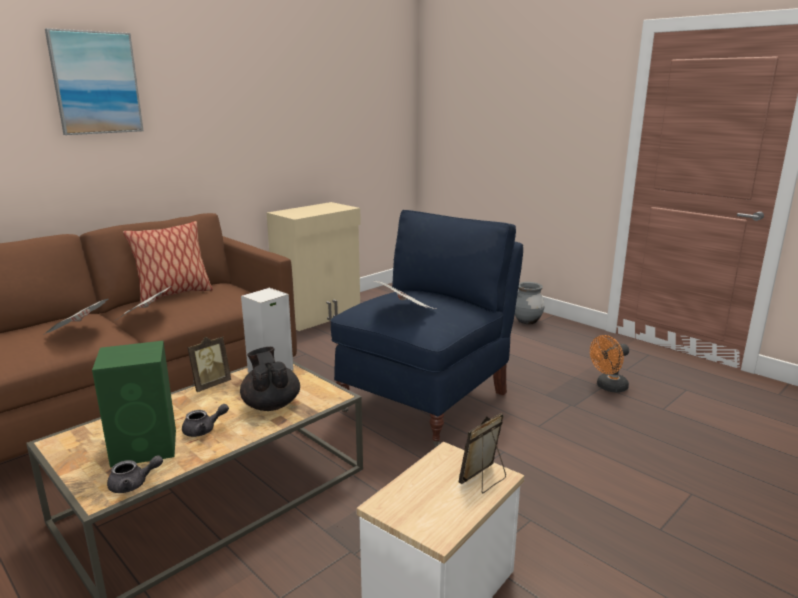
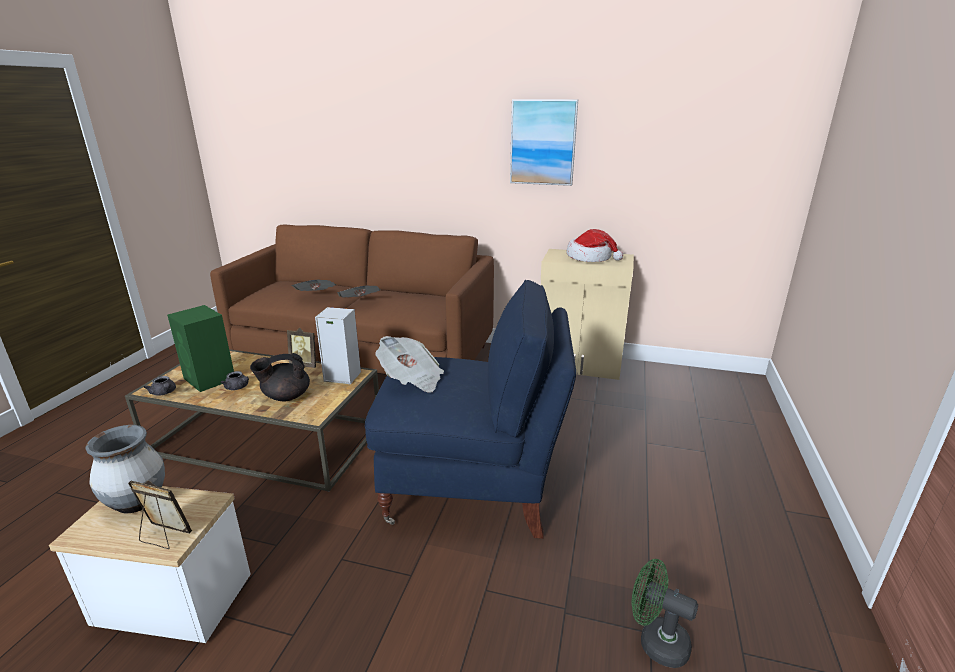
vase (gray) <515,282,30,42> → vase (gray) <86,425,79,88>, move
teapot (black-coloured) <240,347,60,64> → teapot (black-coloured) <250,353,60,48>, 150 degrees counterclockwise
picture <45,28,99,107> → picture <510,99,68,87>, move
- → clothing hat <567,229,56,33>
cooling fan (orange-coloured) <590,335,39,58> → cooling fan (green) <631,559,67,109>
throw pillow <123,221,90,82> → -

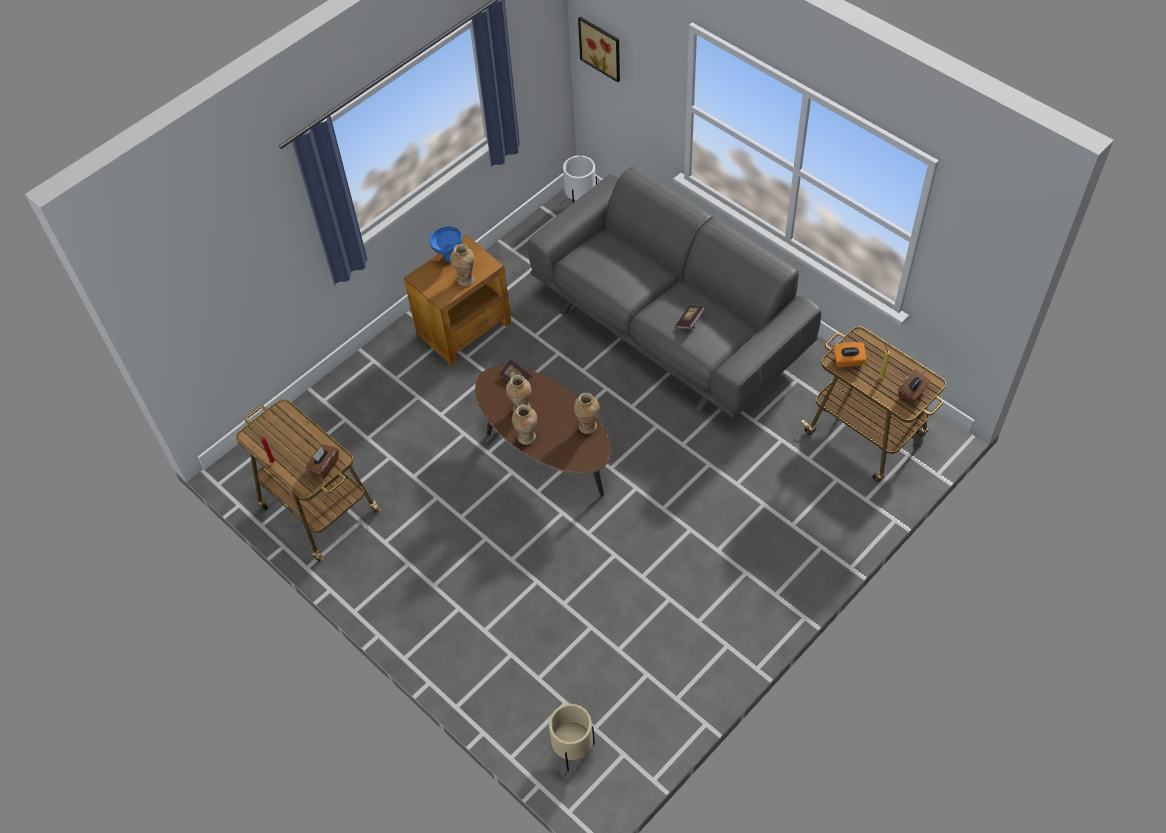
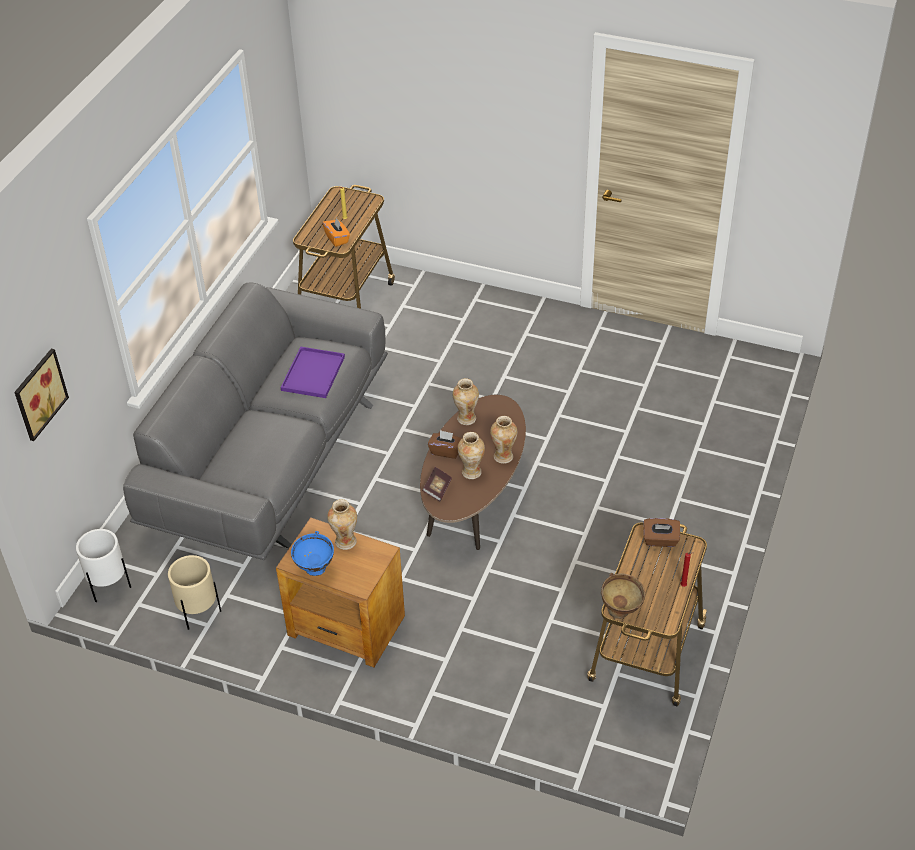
flower pot (beige) <549,704,46,67> → flower pot (beige) <168,555,53,75>, move
book <675,305,30,24> → serving tray (purplish) <281,347,64,51>
box of tissues (brown-coloured) <898,369,32,35> → box of tissues (brown-coloured) <428,430,34,29>, move
- → deep dish (brown-coloured) <601,573,44,46>

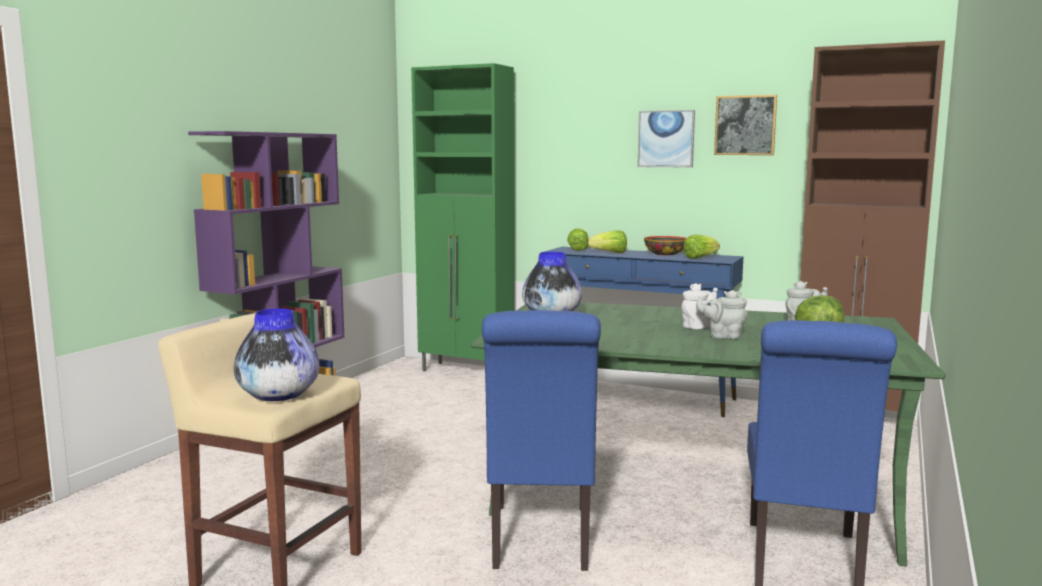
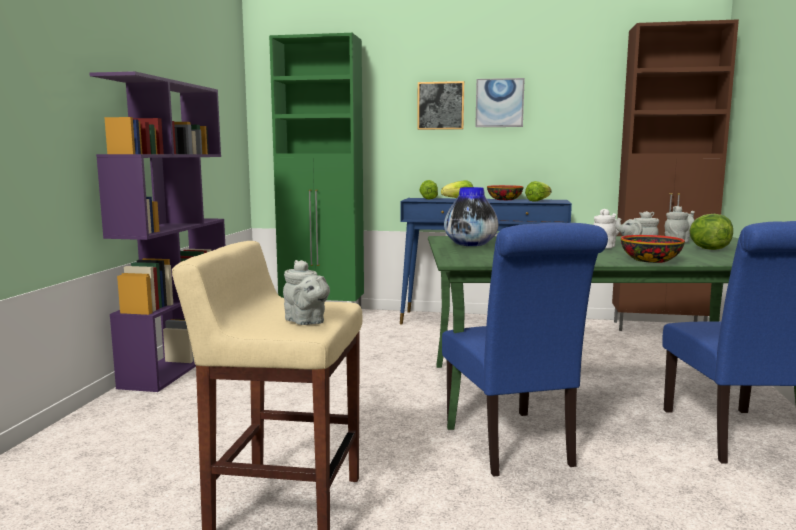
vase <234,308,86,93> → teapot (gray) <283,260,47,65>
picture <714,95,63,60> → picture <417,81,47,49>, move
- → deep dish <621,235,64,28>

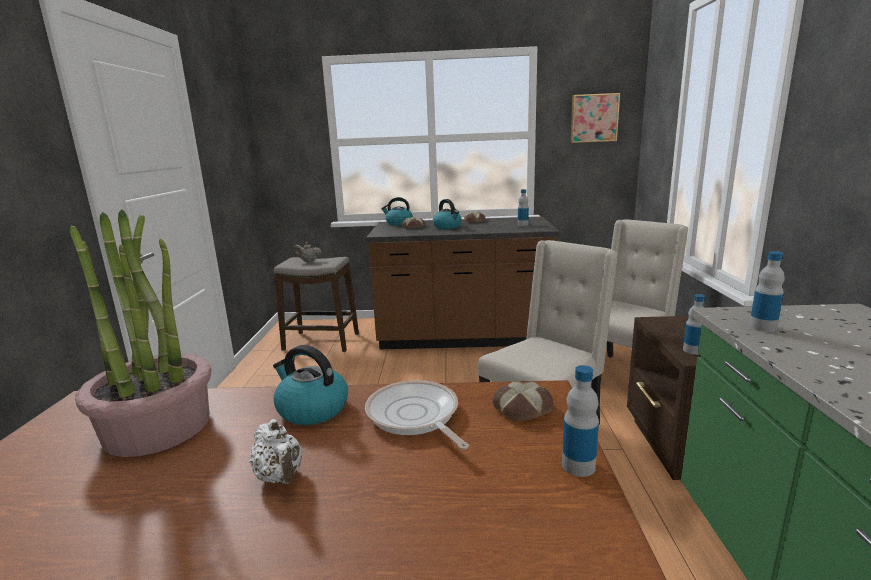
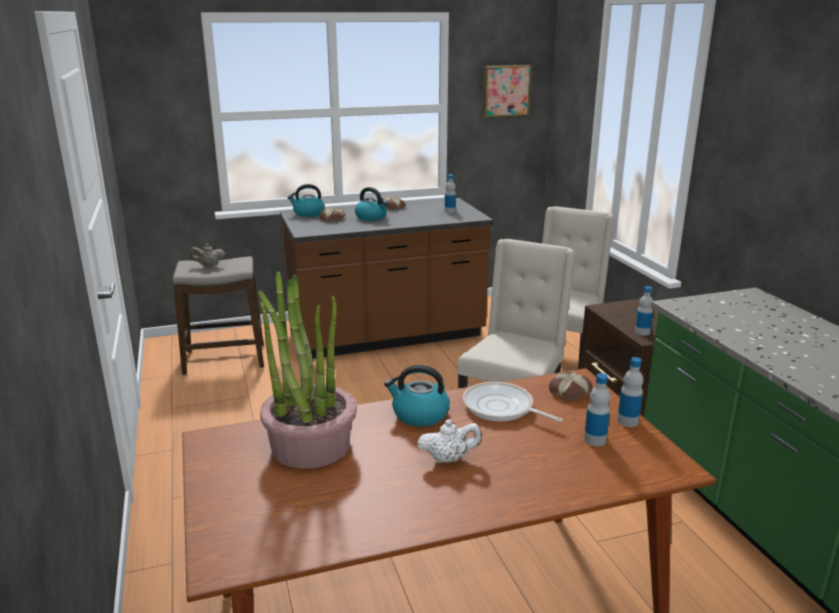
teapot (white-coloured) <249,419,54,65> → teapot (white-coloured) <417,419,65,44>, 45 degrees counterclockwise
beverage bottle <749,251,36,81> → beverage bottle <584,373,26,73>, move

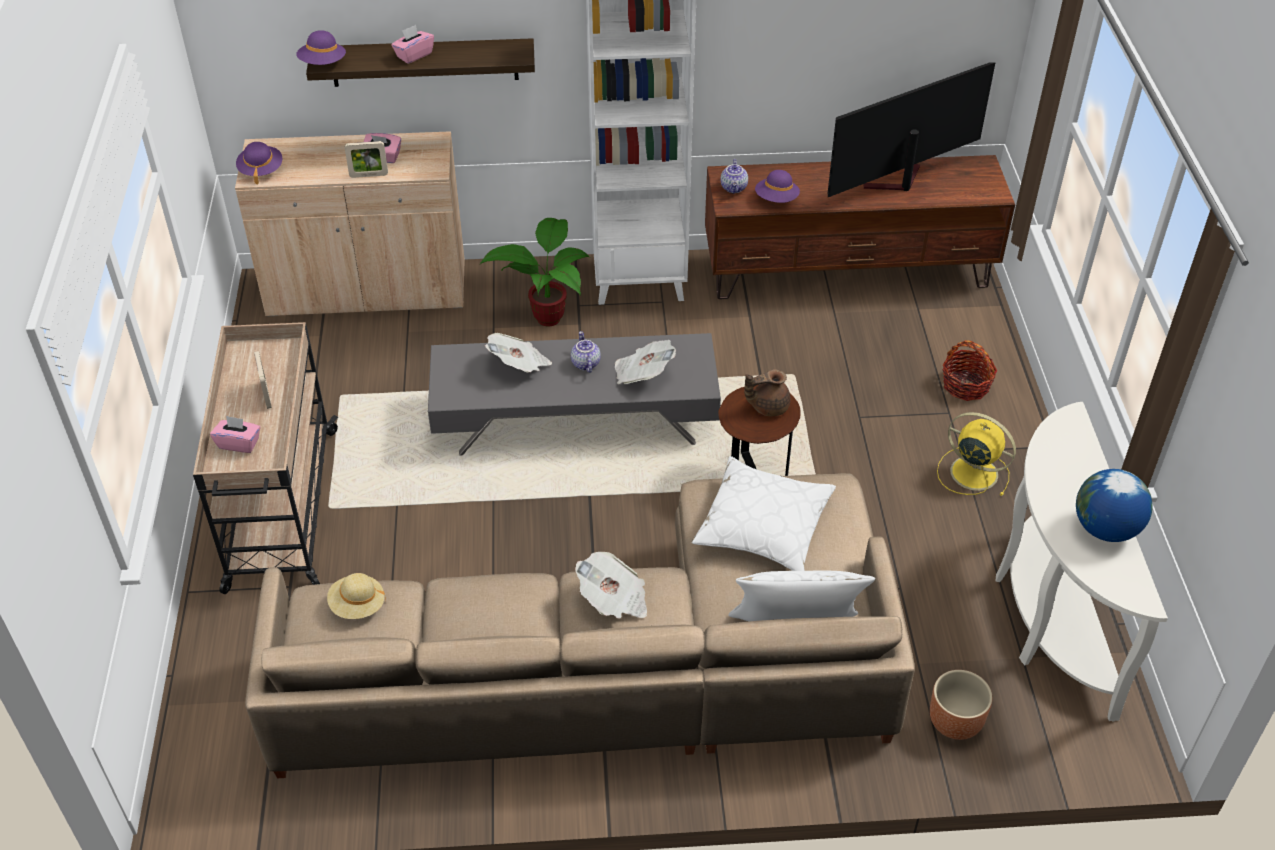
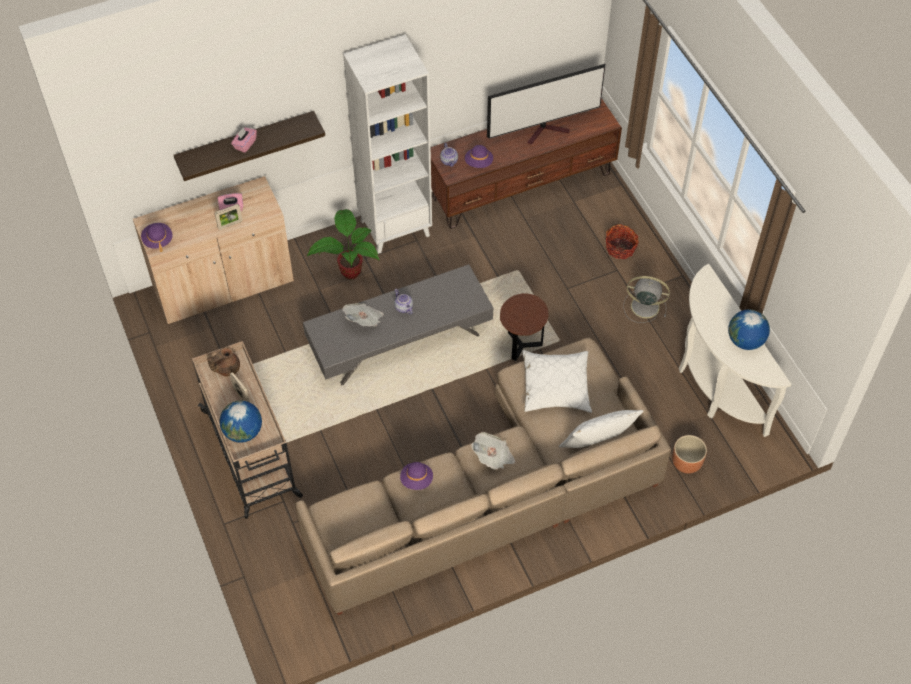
teapot (brown-coloured) <744,369,47,47> → teapot (brown-coloured) <207,347,33,29>, move
box of tissues (pink-coloured) <210,416,50,37> → globe <220,401,42,42>
clothing hat (purplish) <296,30,50,35> → clothing hat (purplish) <400,462,33,28>, move
television <828,62,167,135> → television <487,64,119,81>, 150 degrees counterclockwise
cooling fan (yellow) <937,412,79,84> → cooling fan (gray) <623,276,47,47>
clothing hat (beige) <327,573,59,46> → -
daily paper <615,340,61,44> → -

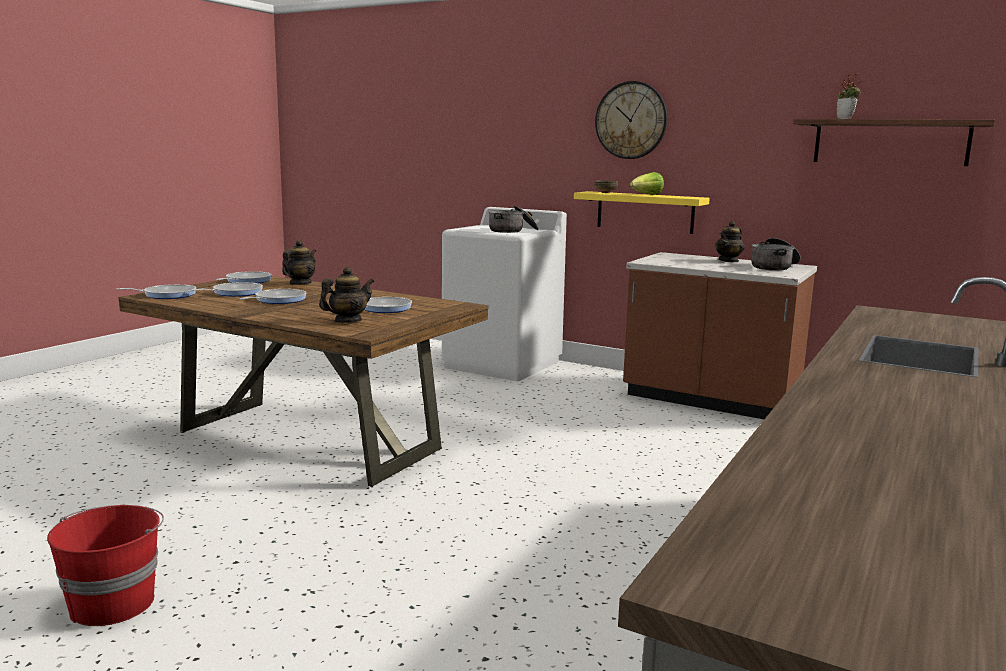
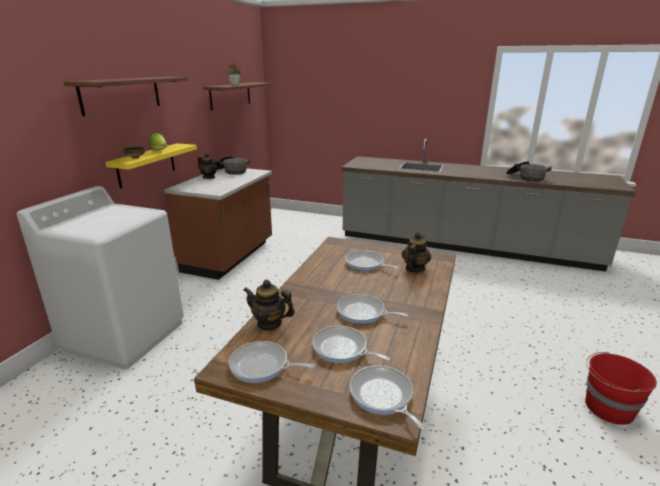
clock on the wall <595,81,73,78> → shelf <63,77,125,39>
teapot <319,267,55,56> → teapot <402,232,29,40>, 75 degrees clockwise
stockpot <488,205,51,28> → stockpot <506,161,46,21>, move

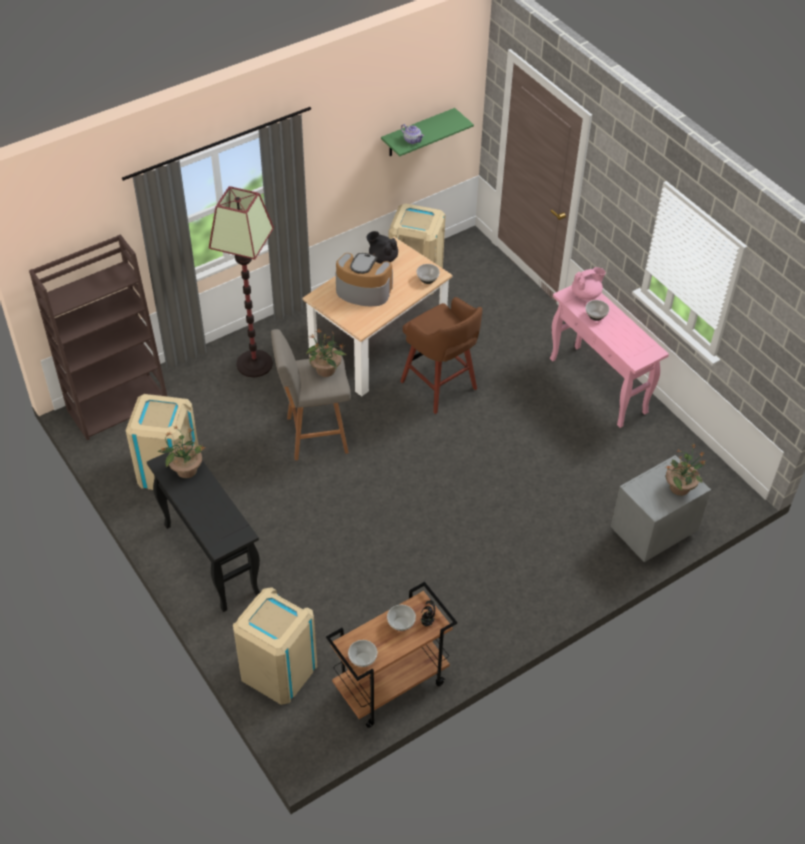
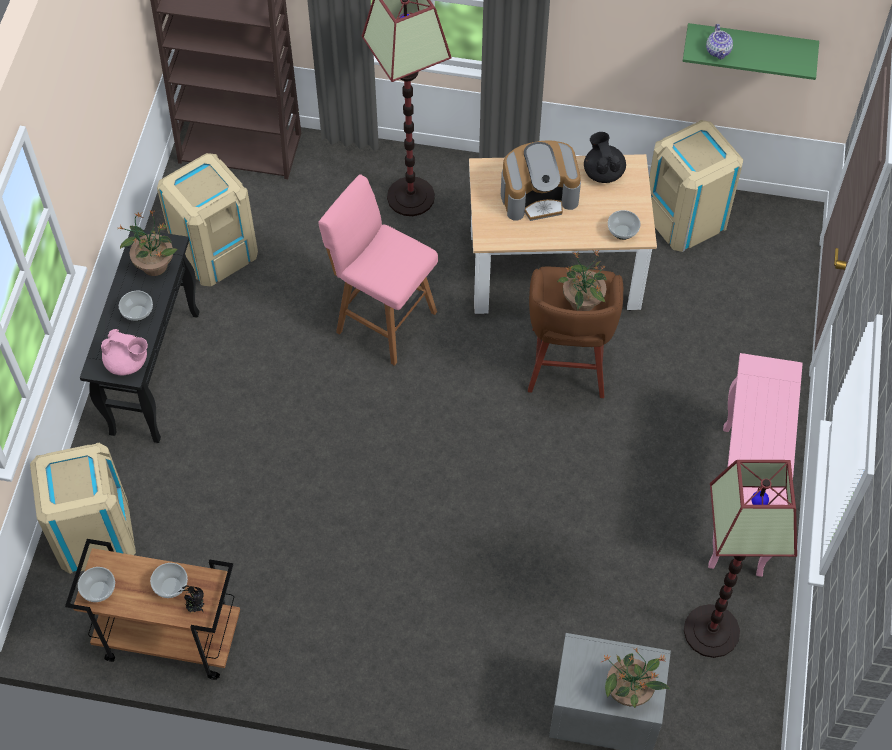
teapot (pink-coloured) <572,267,34,33> → teapot (pink-coloured) <101,329,47,46>, move
deep dish <586,300,23,21> → deep dish <119,291,34,30>, move
stool (gray) <271,329,80,132> → stool (pink-coloured) <318,174,120,192>
coffee brewer <336,253,57,53> → coffee brewer <501,140,80,81>, 105 degrees clockwise
plant in a pot <306,330,40,47> → plant in a pot <557,250,50,61>, move
- → standard lamp <684,460,113,198>

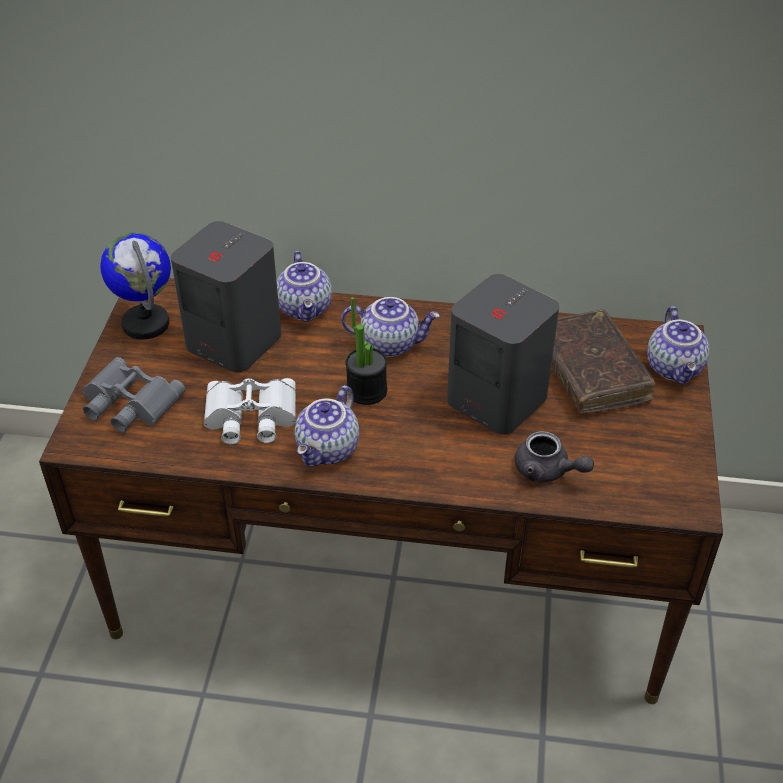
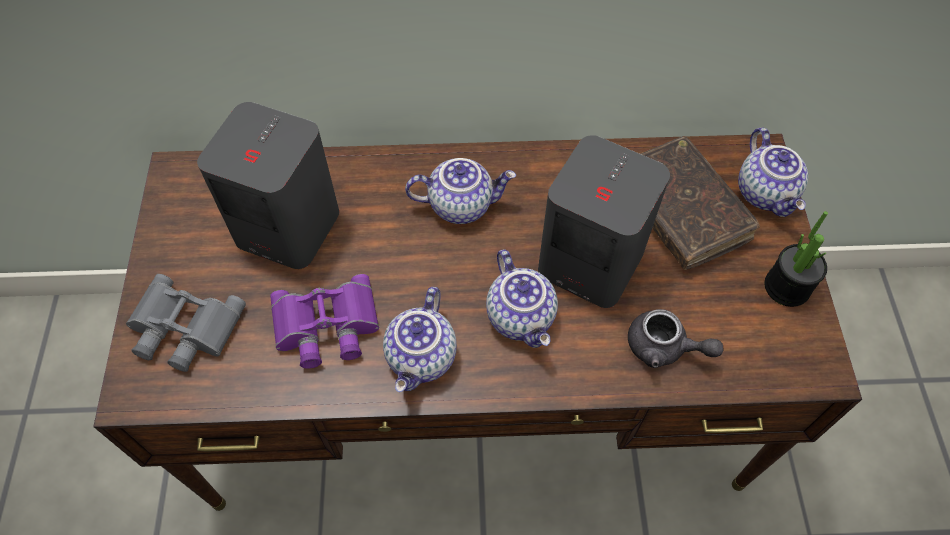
binoculars (white-coloured) <204,378,92,66> → binoculars (purplish) <270,274,109,95>
teapot <277,251,55,71> → teapot <486,250,72,98>, move
plant in a pot <345,297,42,108> → plant in a pot <765,211,63,96>, move
globe <100,232,71,108> → -

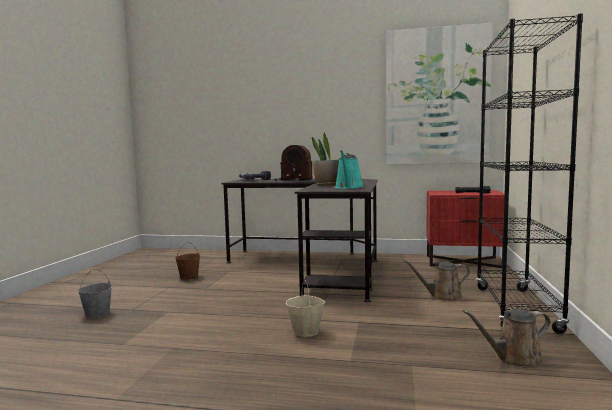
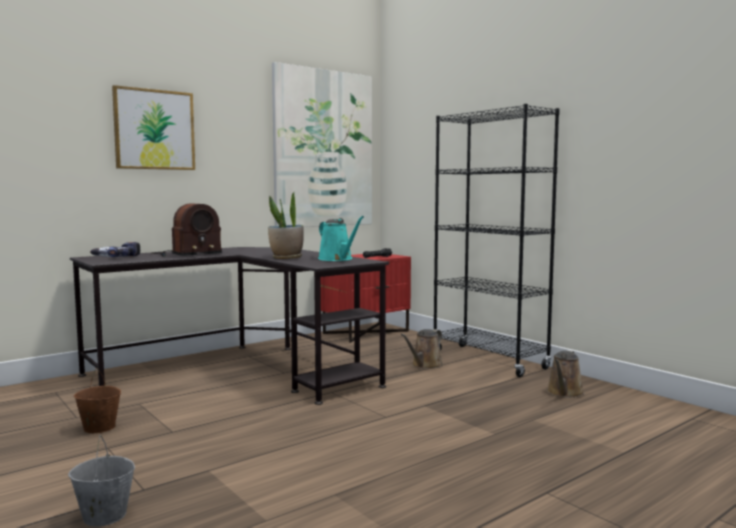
- → picture <112,85,83,85>
water bucket (beige) <286,280,40,57> → -

